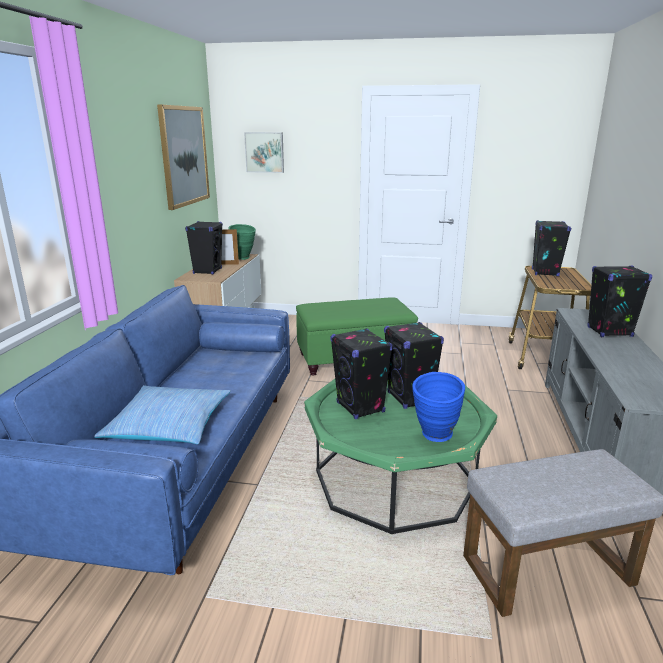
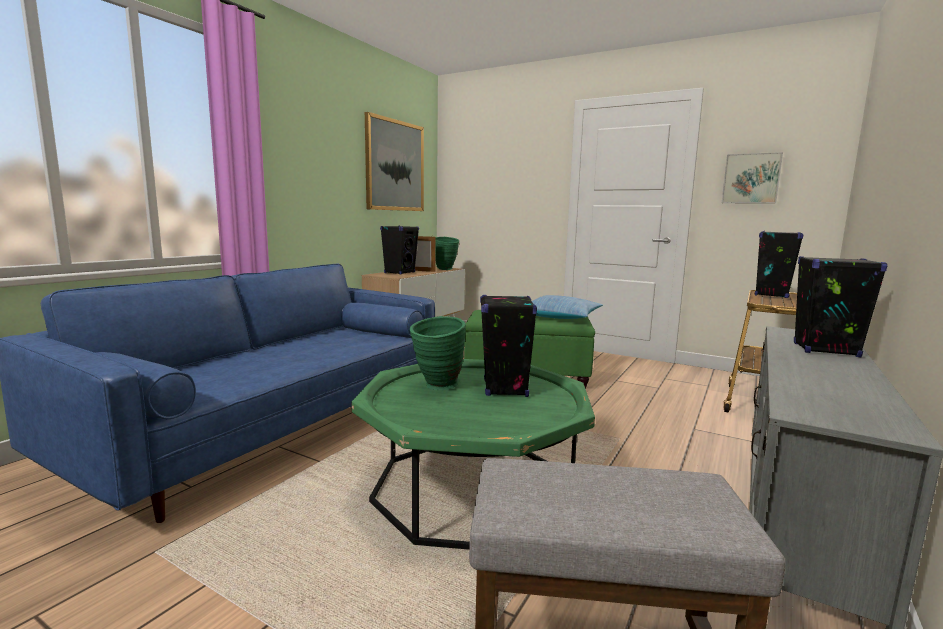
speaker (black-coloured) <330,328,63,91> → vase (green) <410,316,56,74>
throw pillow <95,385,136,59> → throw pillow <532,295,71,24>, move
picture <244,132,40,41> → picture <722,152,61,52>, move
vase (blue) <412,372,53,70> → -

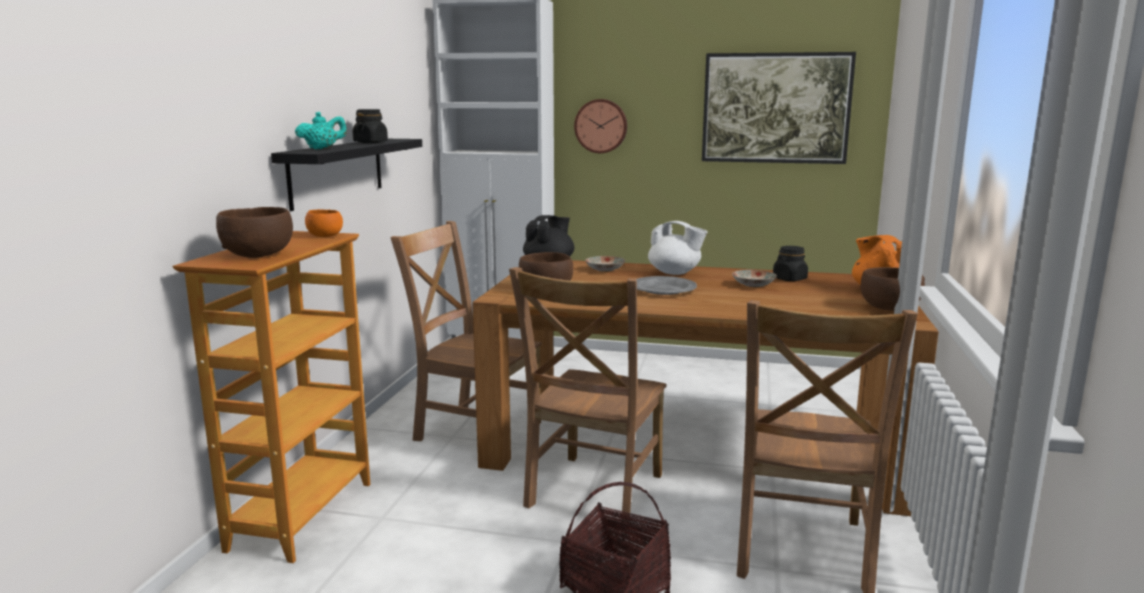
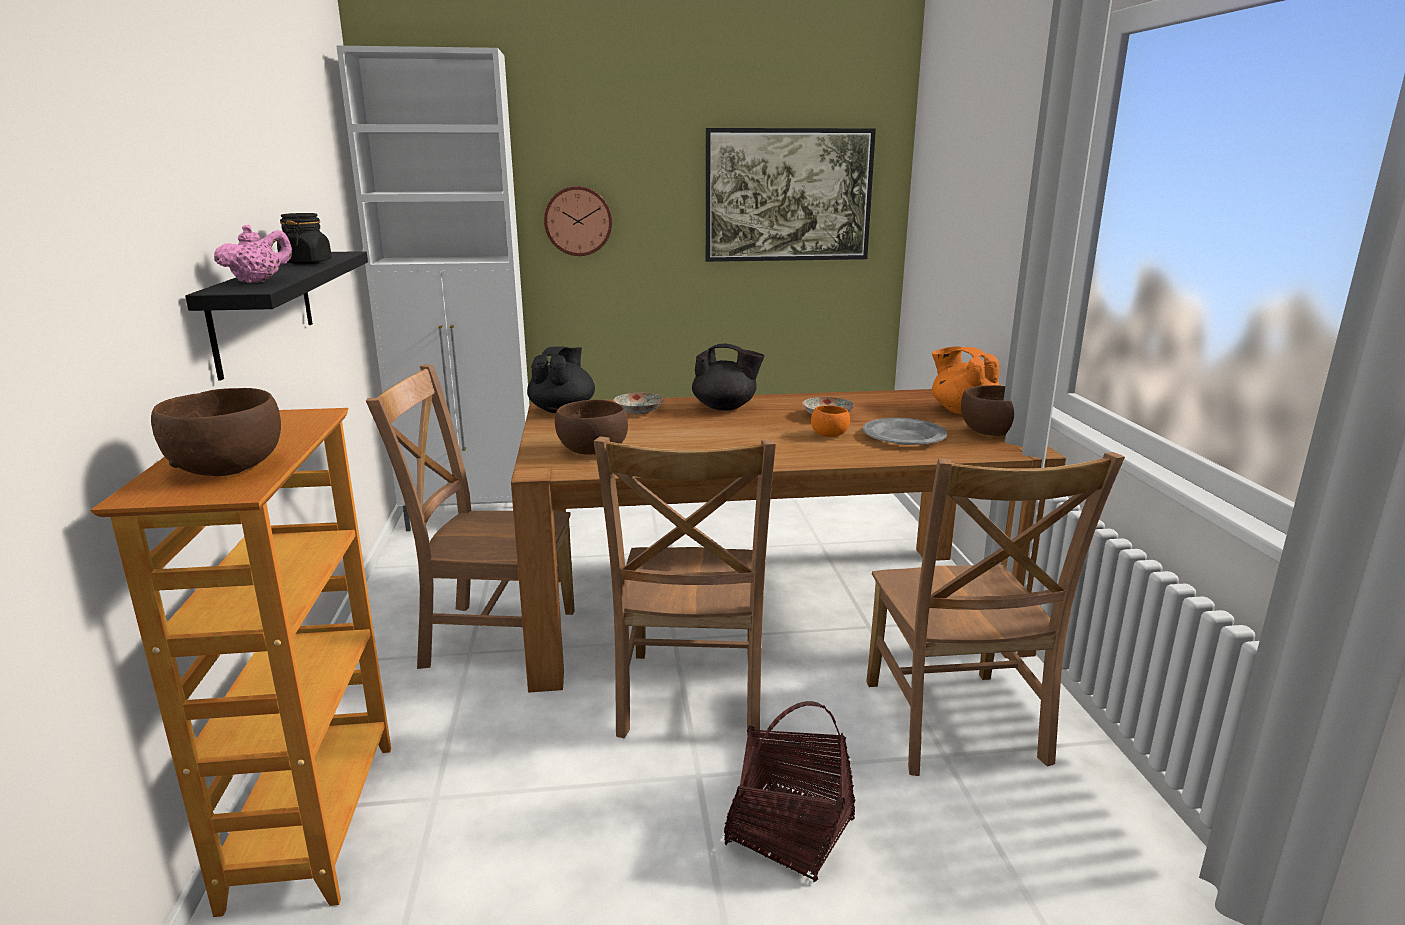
teapot (turquoise-coloured) <295,112,52,38> → teapot (pink-coloured) <214,224,78,59>
teapot (white-coloured) <648,221,60,54> → teapot (black-coloured) <692,344,73,67>
deep dish (orange-coloured) <305,209,38,28> → deep dish (orange-coloured) <811,405,39,32>, move
plate (gray) <637,276,60,19> → plate (gray) <863,418,84,27>, move
preserve jar (black-coloured) <773,246,35,35> → -

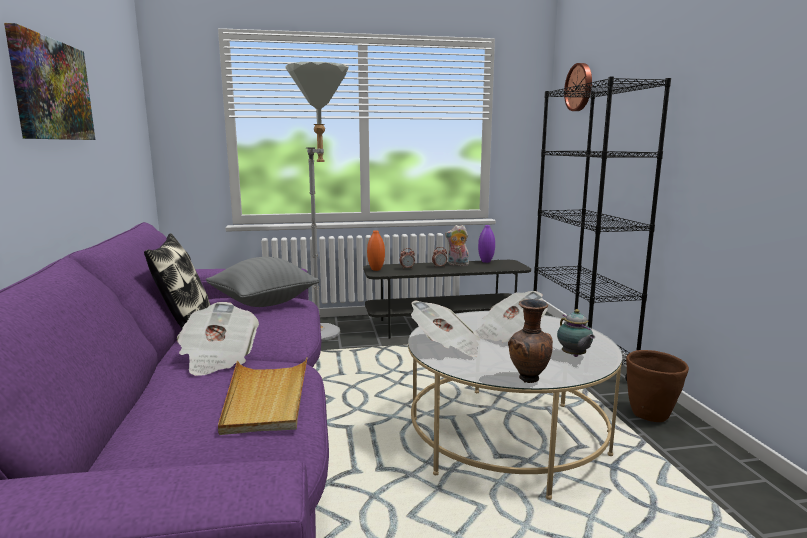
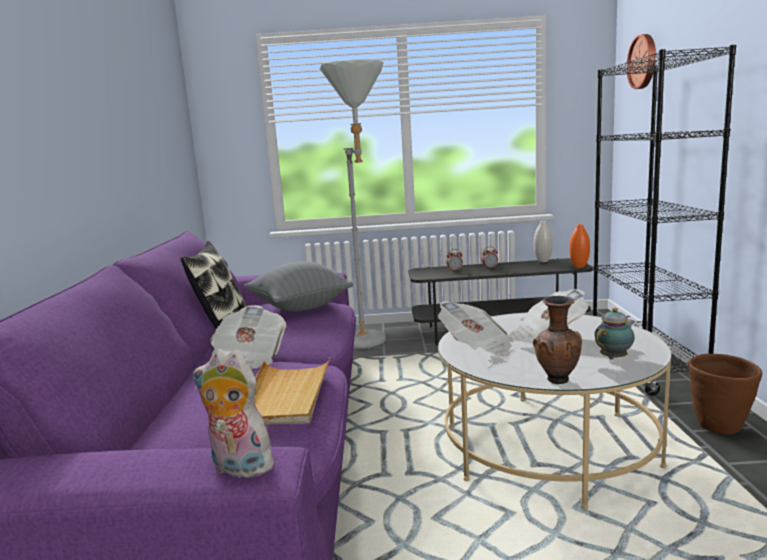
soft toy <445,225,24,41> → soft toy <193,349,81,129>, move
vase (purplish) <478,225,17,38> → vase (white-coloured) <534,221,19,41>
vase (orange-coloured) <367,230,18,41> → vase (orange-coloured) <569,224,21,44>, move
teapot <557,309,38,48> → teapot <595,308,40,52>, 120 degrees counterclockwise
picture <4,23,91,117> → -

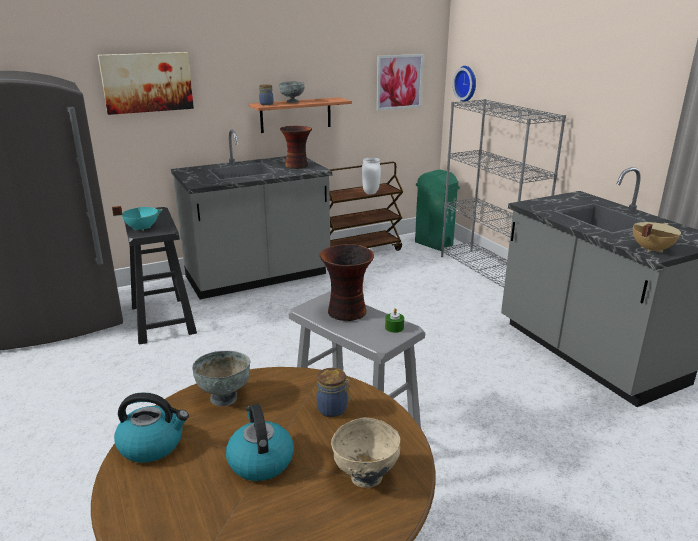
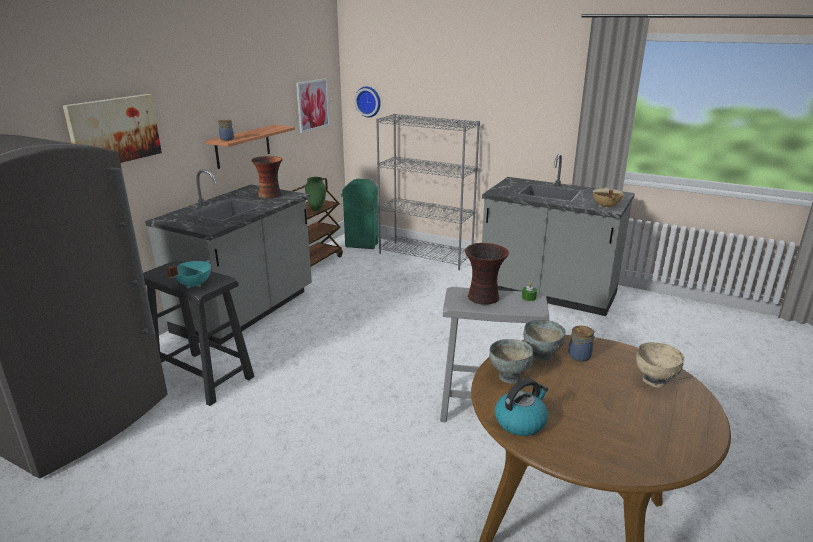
vase (white-coloured) <362,158,19,36> → vase (green) <305,177,21,34>
deep dish (gray) <279,81,26,22> → deep dish (gray) <523,320,43,41>, move
kettle <226,404,68,77> → -

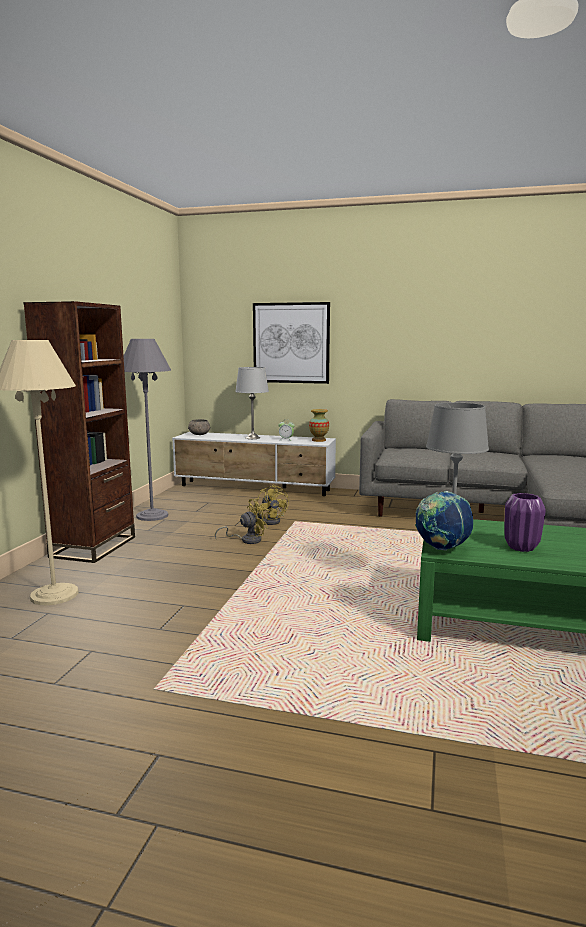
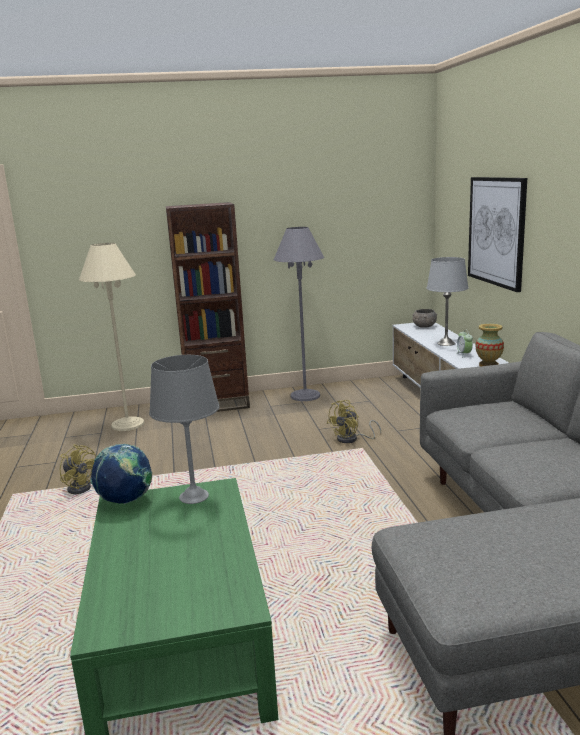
cooling fan (yellow) <215,499,53,45> → cooling fan (yellow) <60,444,36,50>, move
vase (purplish) <505,493,41,59> → -

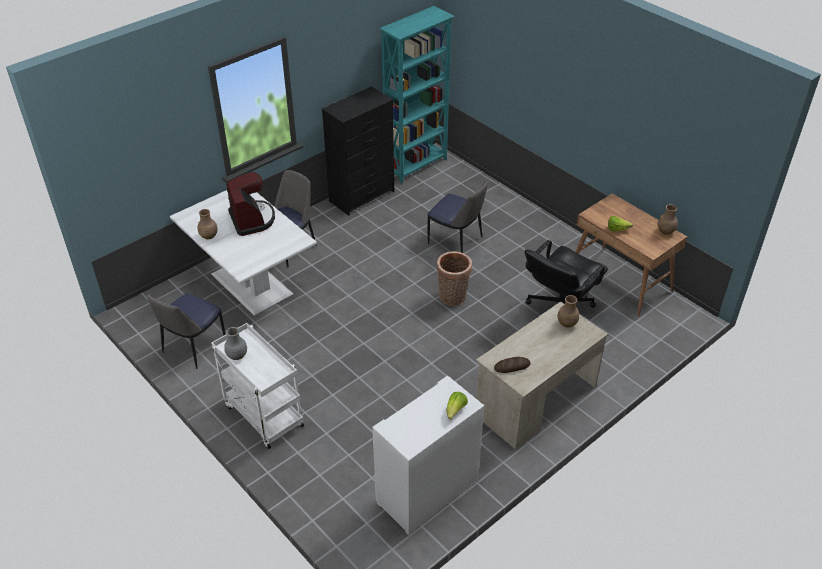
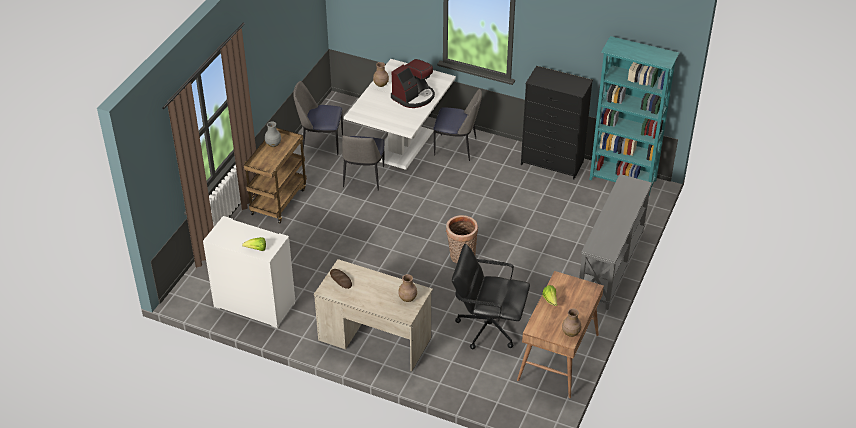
trolley (white-coloured) <211,323,93,126> → trolley (brown-coloured) <244,128,63,96>
plain chair <427,180,61,73> → plain chair <342,136,42,55>, move
- → console table (gray) <579,174,73,136>

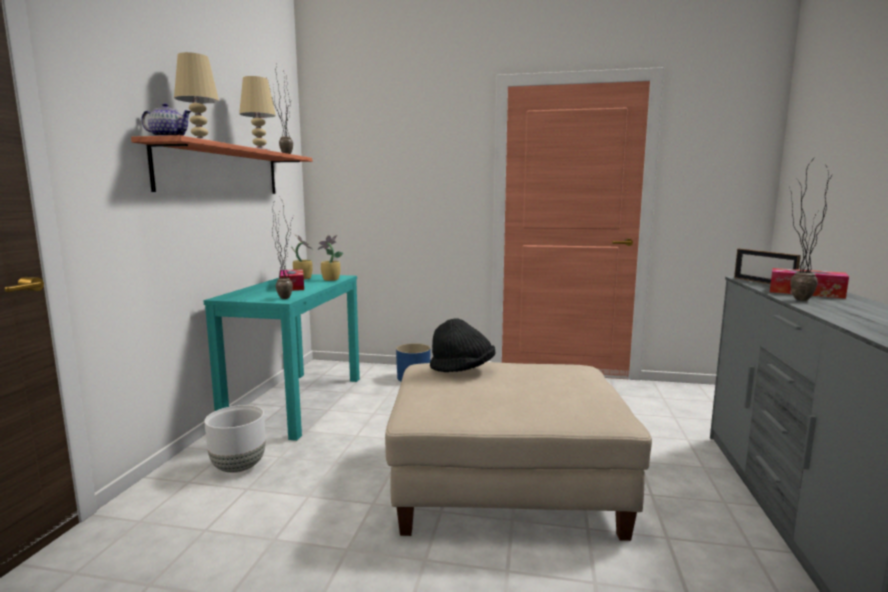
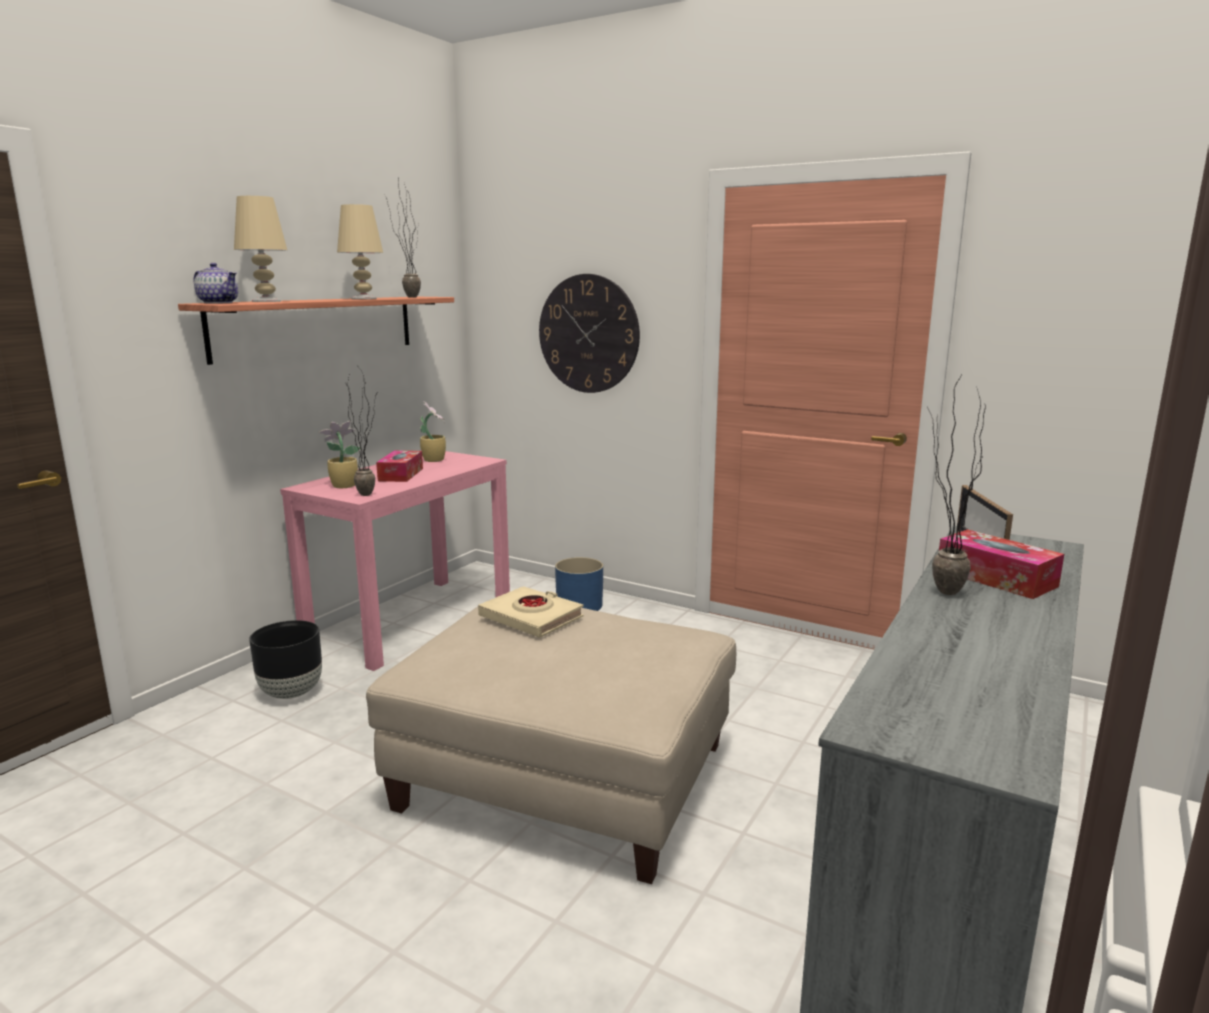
flower pot (white-coloured) <204,405,62,68> → flower pot (black-coloured) <249,620,73,79>
console table (turquoise-coloured) <203,274,157,167> → console table (pink-coloured) <280,451,230,220>
plant in a pot <318,235,25,46> → plant in a pot <319,421,41,67>, move
clothing hat (black-coloured) <430,318,65,54> → book (beige) <478,586,105,52>
- → clock on the wall <539,274,101,119>

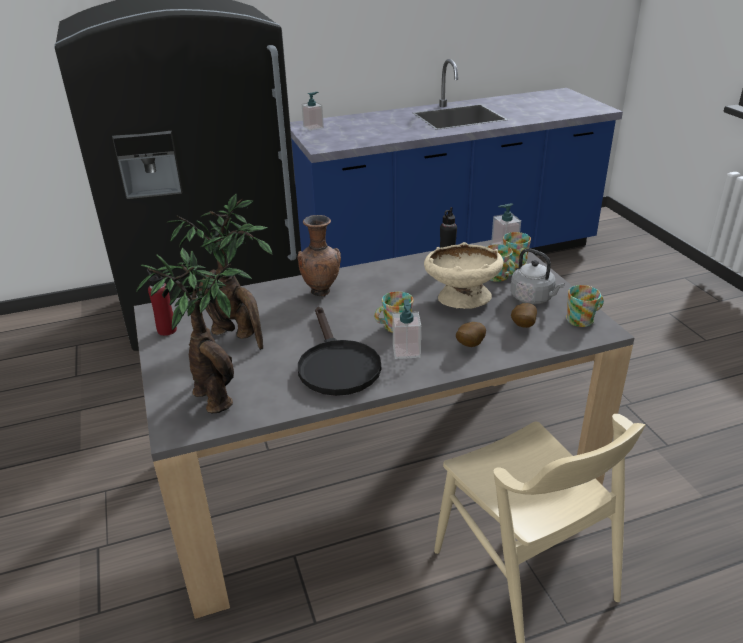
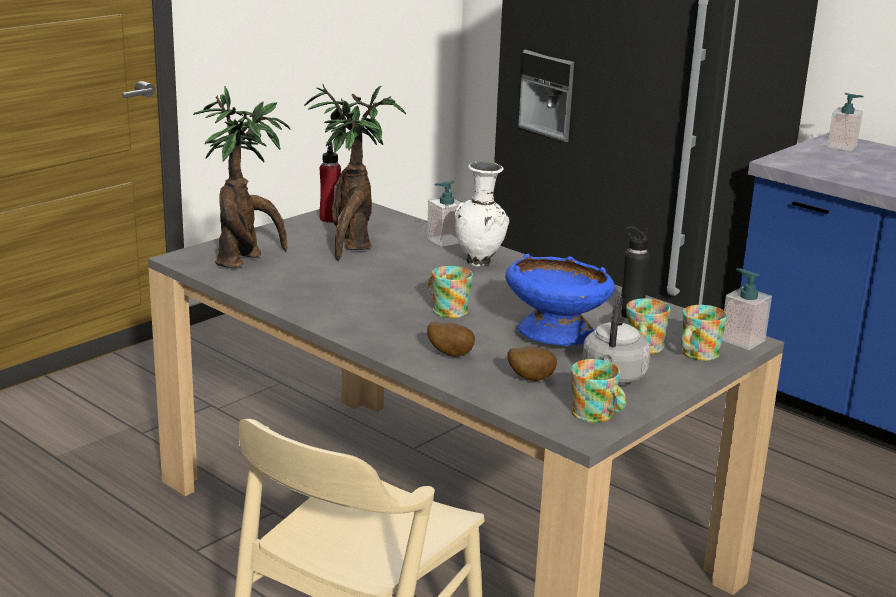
soap dispenser <392,299,29,60> → soap dispenser <427,181,38,66>, move
vase (brown-coloured) <297,215,44,81> → vase (white-coloured) <455,161,54,105>
deep dish (beige) <424,242,80,67> → deep dish (blue) <505,253,110,93>
frying pan (black-coloured) <298,307,83,89> → -

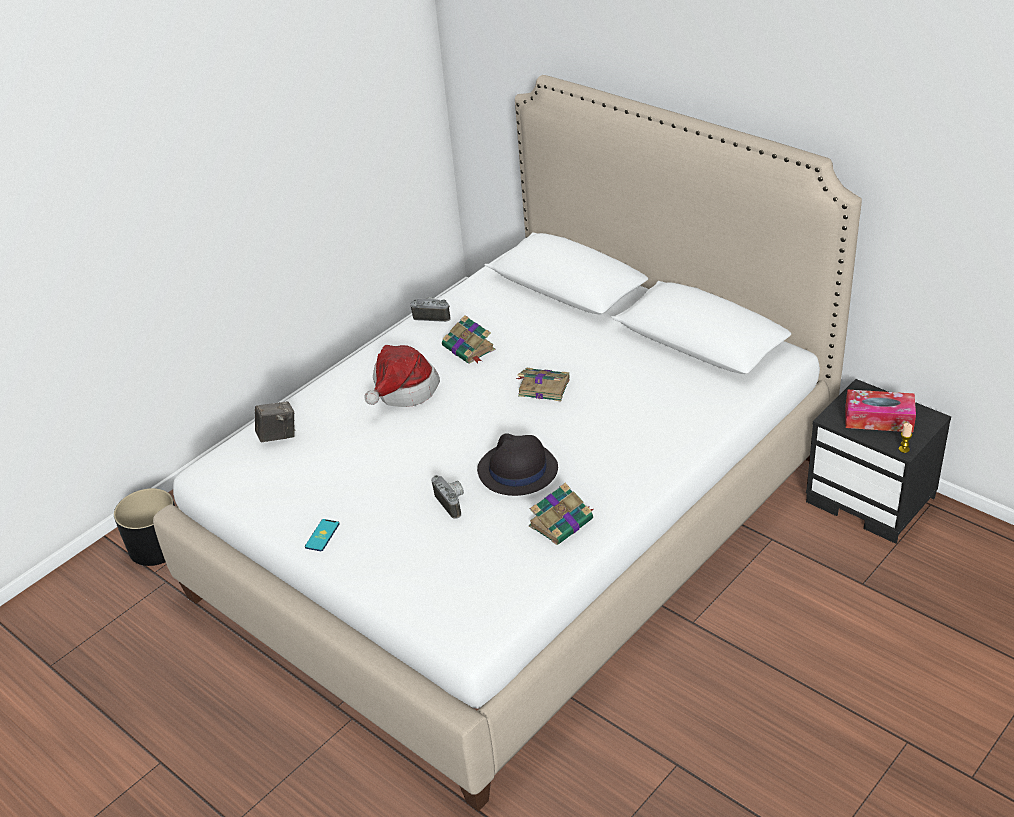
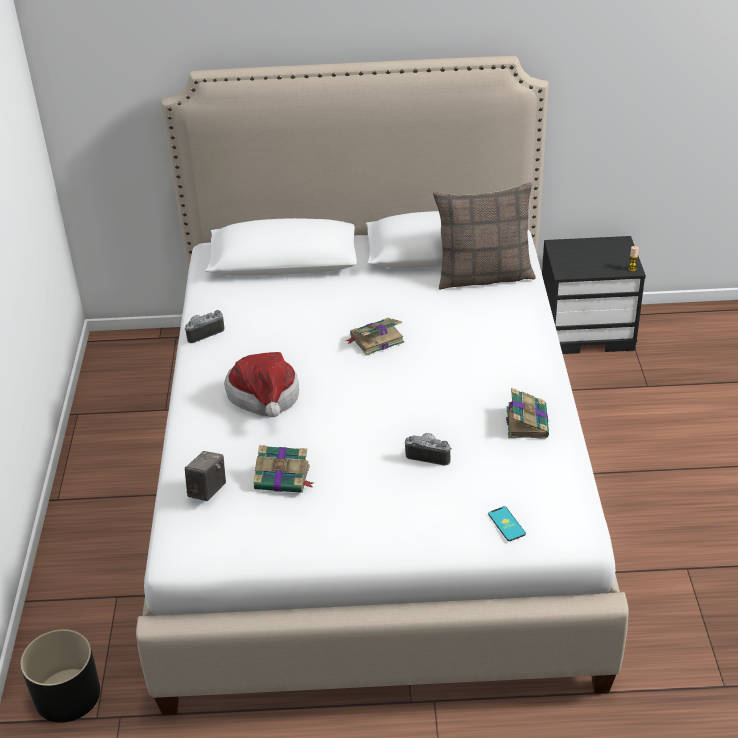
book <442,315,53,49> → book <253,445,61,48>, move
- → throw pillow <433,182,103,108>
handset <305,519,34,32> → handset <488,506,38,35>, move
clothing hat (black-coloured) <477,433,81,63> → -
box of tissues <845,389,71,43> → -

